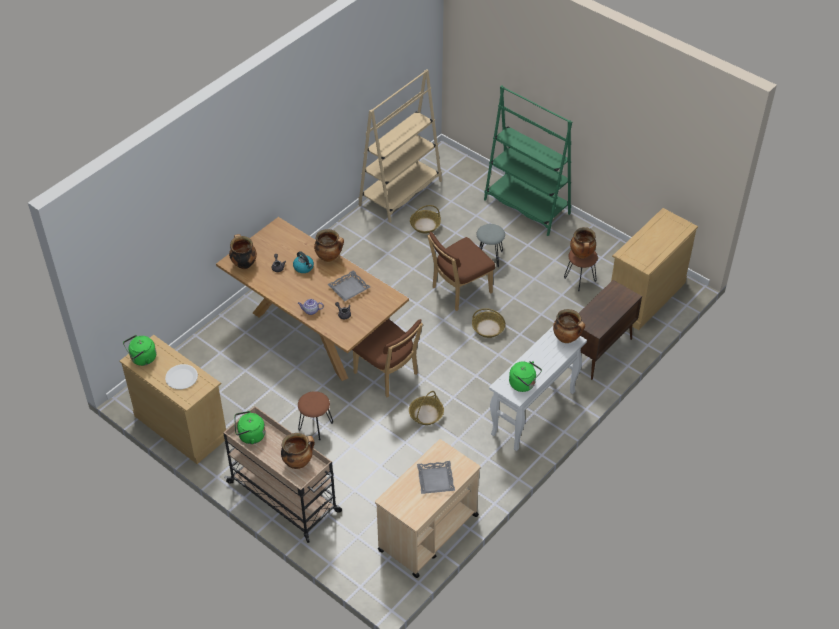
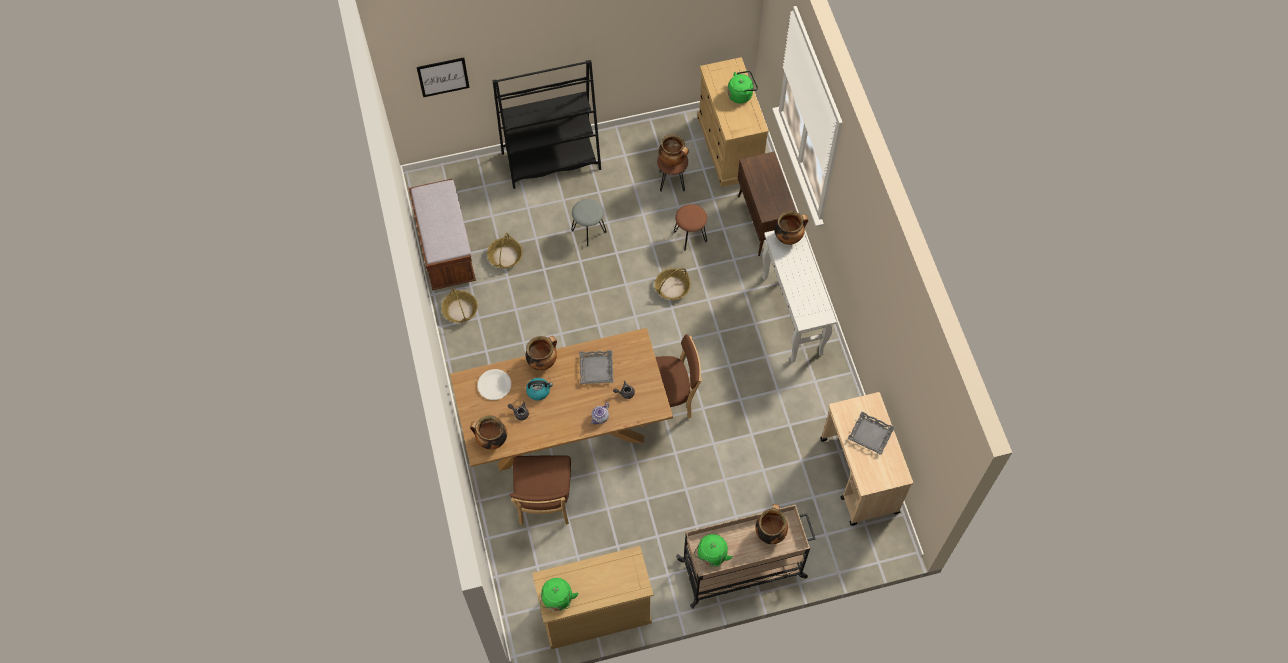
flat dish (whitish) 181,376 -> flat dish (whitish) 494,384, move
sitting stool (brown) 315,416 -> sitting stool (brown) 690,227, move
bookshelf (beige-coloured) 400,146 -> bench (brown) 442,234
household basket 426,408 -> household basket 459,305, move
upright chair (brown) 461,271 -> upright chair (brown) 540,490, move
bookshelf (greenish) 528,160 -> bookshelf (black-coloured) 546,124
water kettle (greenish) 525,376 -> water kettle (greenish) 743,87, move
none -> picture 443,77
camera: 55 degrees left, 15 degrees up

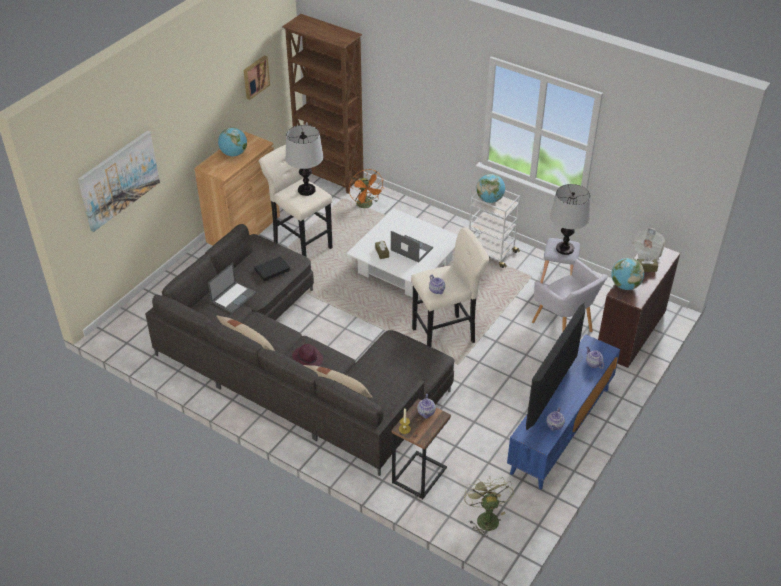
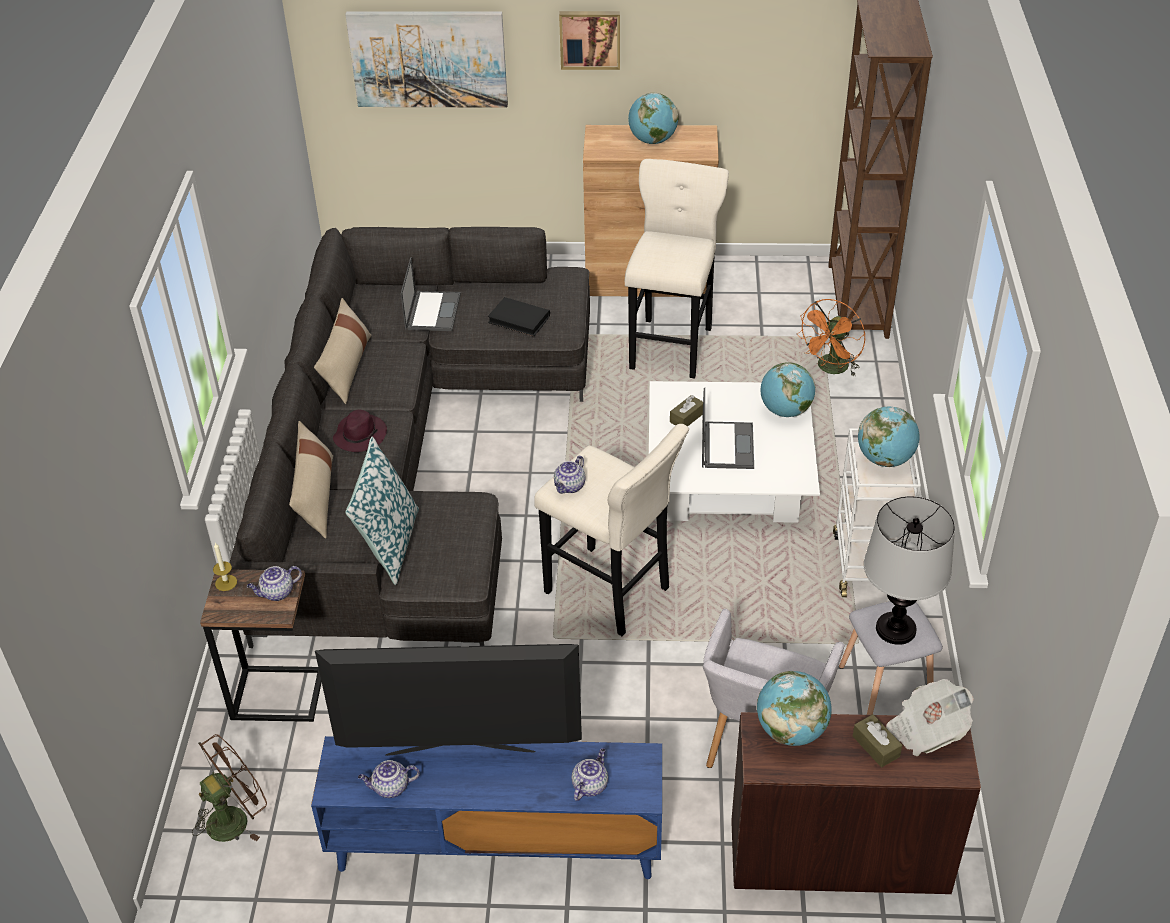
laptop 232,288 -> laptop 431,294, 90 degrees counterclockwise
picture 257,77 -> picture 589,40, move
tabletop lamp 304,160 -> none
cooling fan (greenish) 489,506 -> cooling fan (brown) 229,788
none -> pillow 382,511
none -> desk globe 788,389
camera: 60 degrees right, 0 degrees up

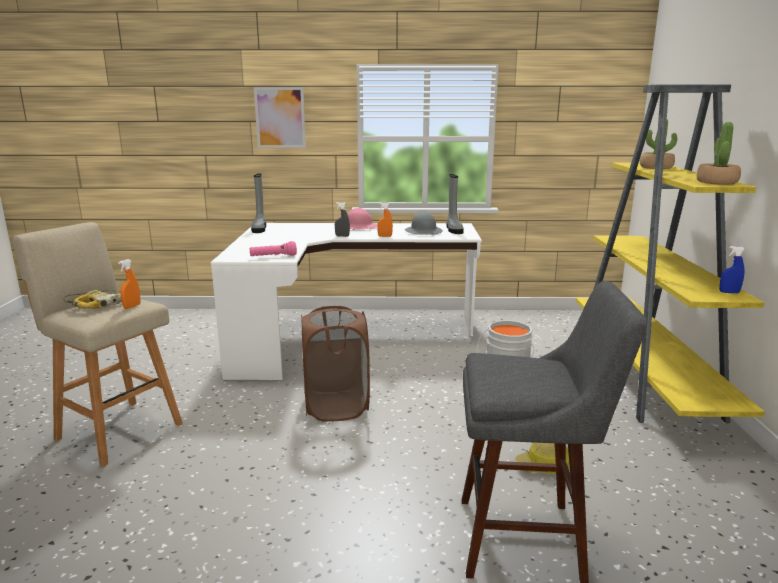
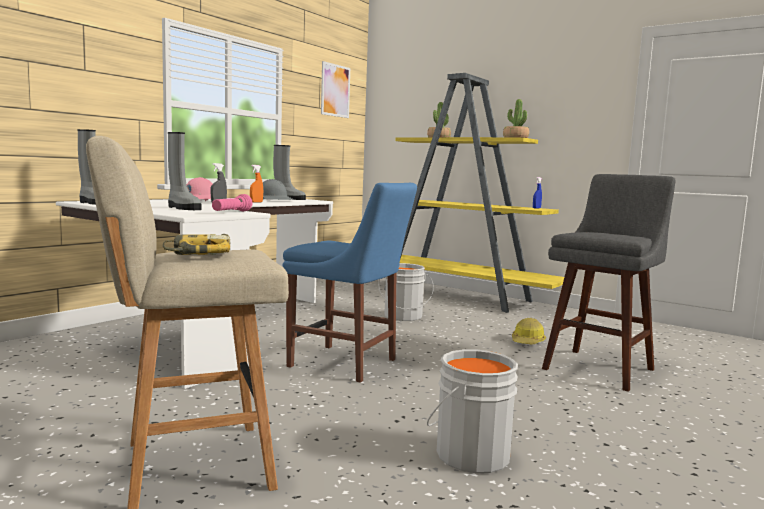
spray bottle (orange-coloured) 129,284 -> none
picture 280,117 -> picture 335,89, move
washing basket (brown) 335,364 -> upright chair (bluish) 350,283
none -> tall boot (grey) 185,171
none -> water bucket (grey) 472,411
camera: 55 degrees left, 10 degrees down

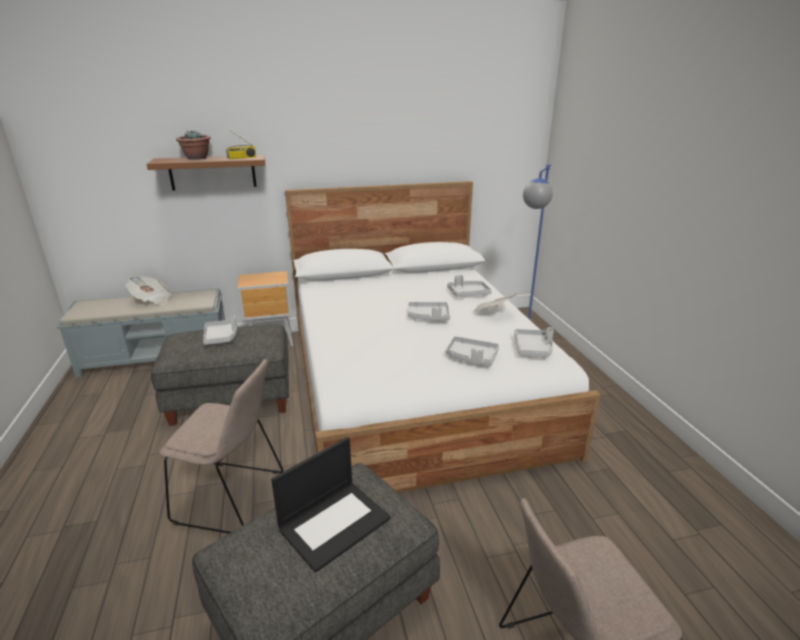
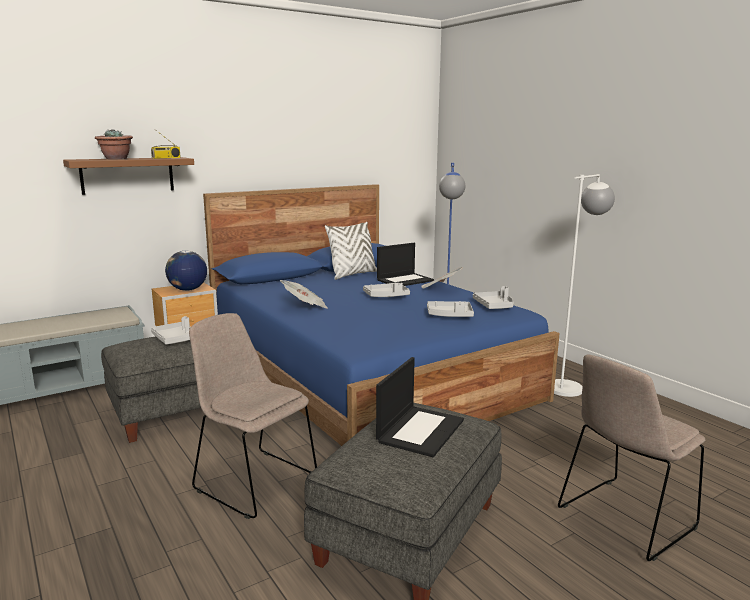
newspaper 148,290 -> newspaper 304,294, move
upright chair (beige-coloured) 221,446 -> upright chair (beige-coloured) 253,416, 135 degrees counterclockwise
bed (whitish) 443,337 -> bed (bluish) 381,315
tray (grey) 469,286 -> laptop 405,264
none -> desk globe 186,271
none -> pillow (whitish) 351,251
none -> floor lamp (whitish) 584,285
camera: 20 degrees left, 10 degrees down

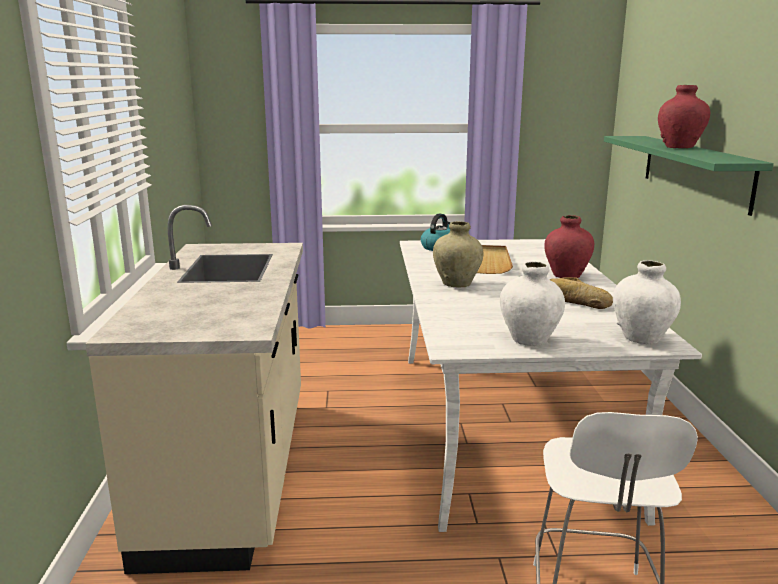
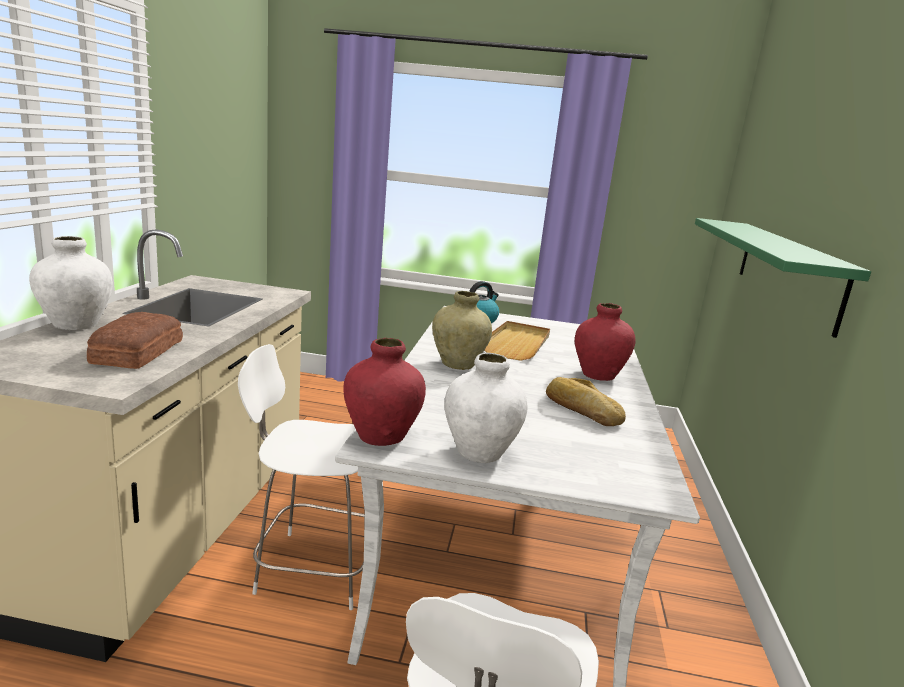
decorative vase (whitish) 647,302 -> decorative vase (whitish) 71,283, move
decorative vase (red-coloured) 684,116 -> decorative vase (red-coloured) 384,392, move
none -> bakery bread 135,340
none -> upright chair (whitish) 301,477
camera: 10 degrees right, 0 degrees up

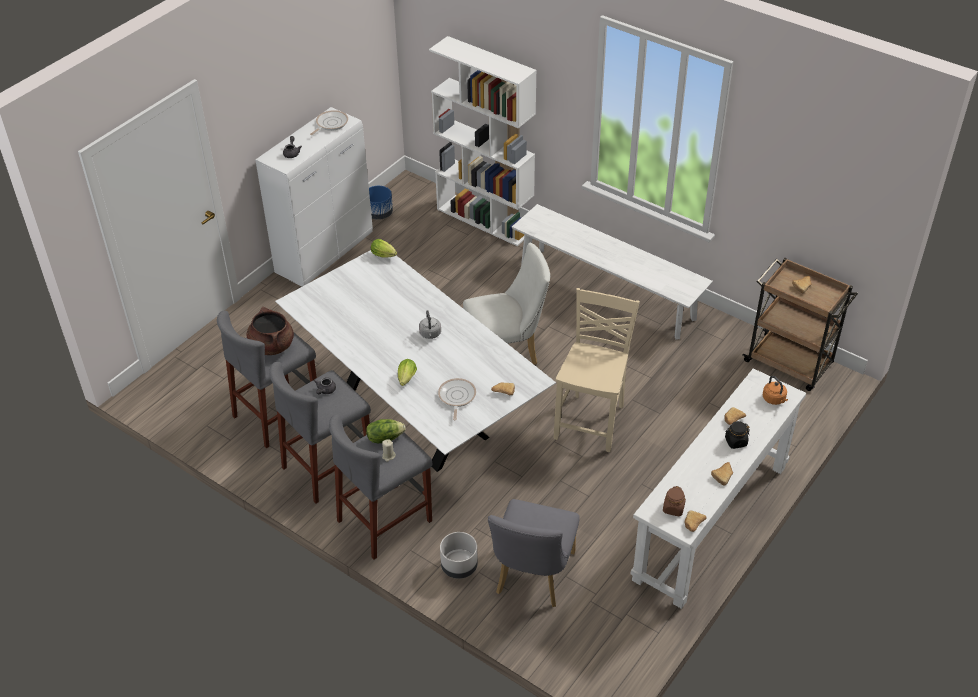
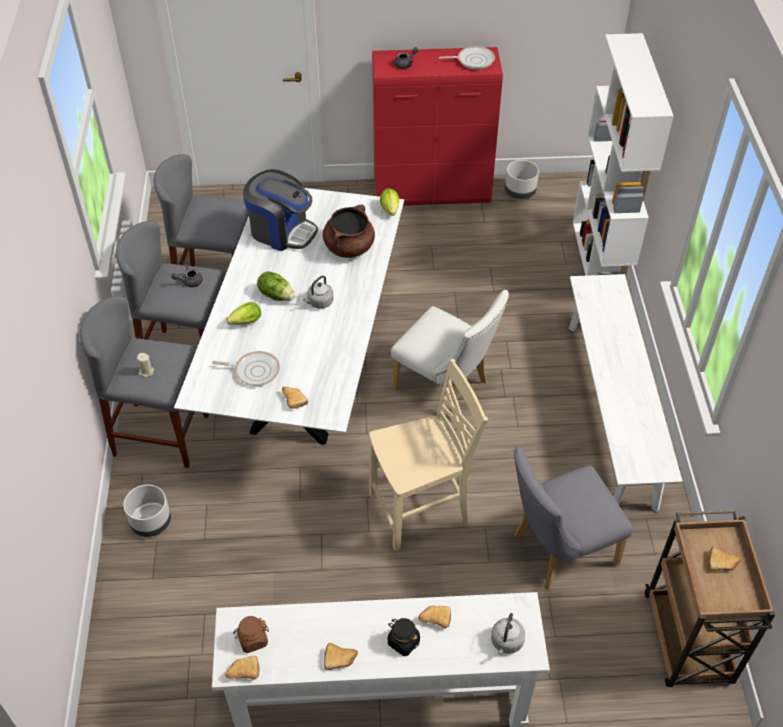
cooking pot (brown) 270,331 -> cooking pot (brown) 349,231, move
cupboard (whitish) 314,196 -> cupboard (red-coloured) 437,126
lettuce head 386,431 -> lettuce head 276,286, move
plant pot (bluish) 381,203 -> plant pot (grey) 522,179
skillet 457,399 -> skillet 246,368, 45 degrees clockwise
upright chair (grey) 534,553 -> upright chair (grey) 573,518, move
water kettle (orange-coloured) 775,390 -> water kettle (grey) 508,634
none -> coffee maker 280,210
camera: 50 degrees right, 5 degrees up

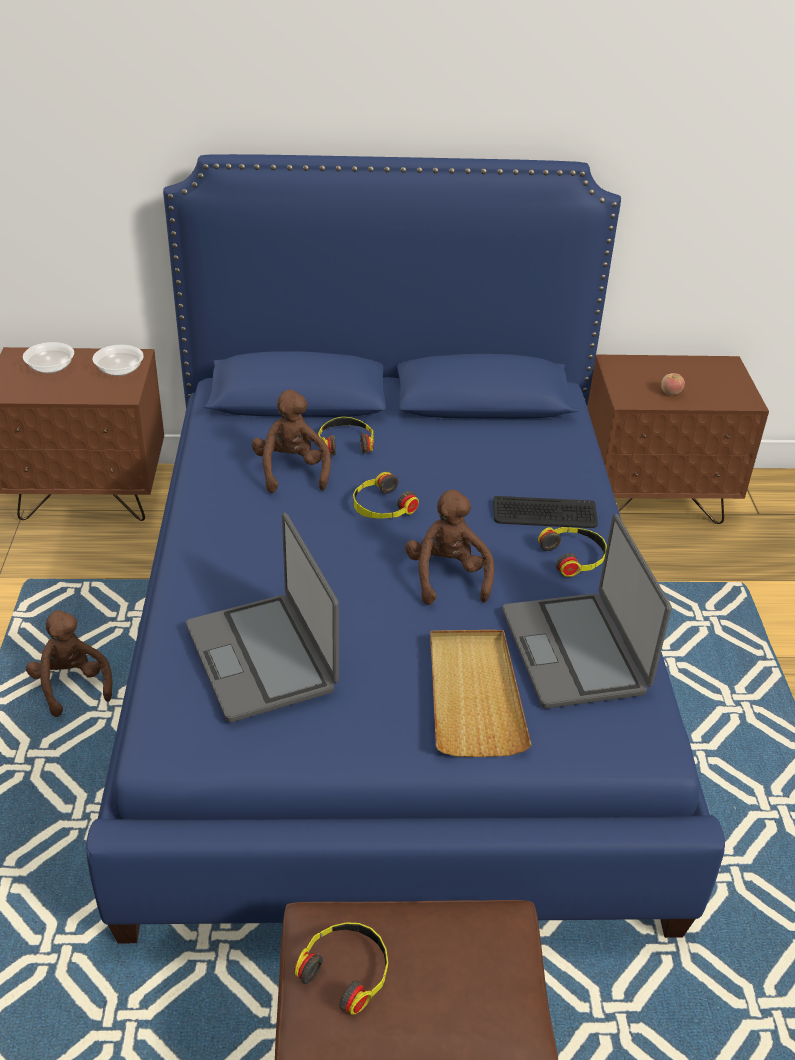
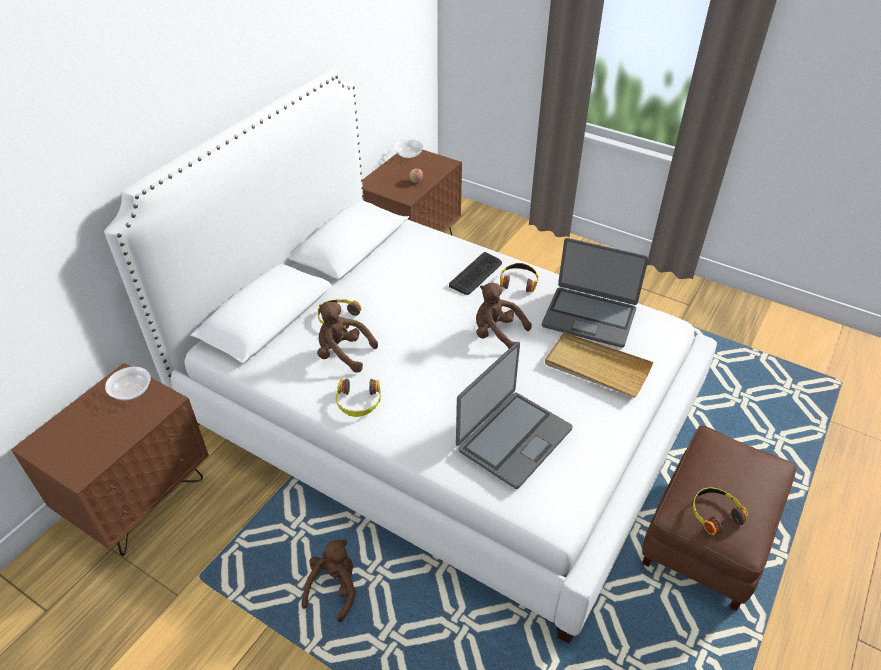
bowl 48,358 -> bowl 409,148, move
plush toy (brown) 69,663 -> plush toy (brown) 329,581, 105 degrees clockwise
bed (bluish) 405,548 -> bed (whitish) 410,356
laptop 262,617 -> laptop 514,415, 60 degrees counterclockwise
headphones 386,495 -> headphones 358,398, move
camera: 55 degrees left, 5 degrees up

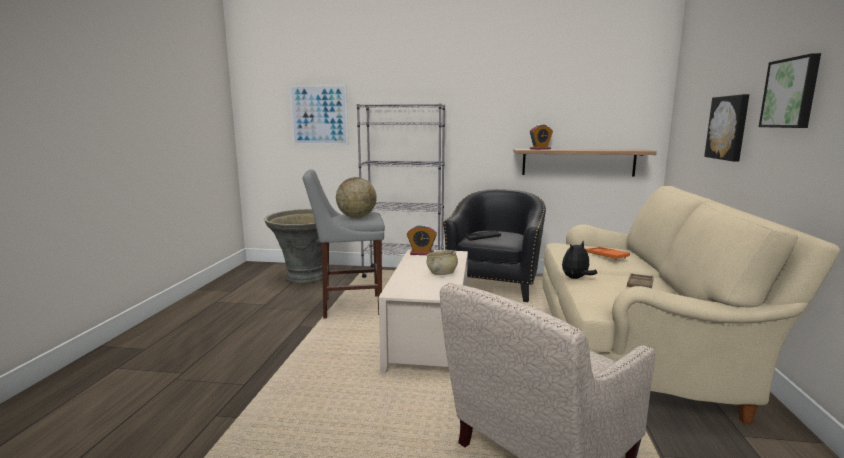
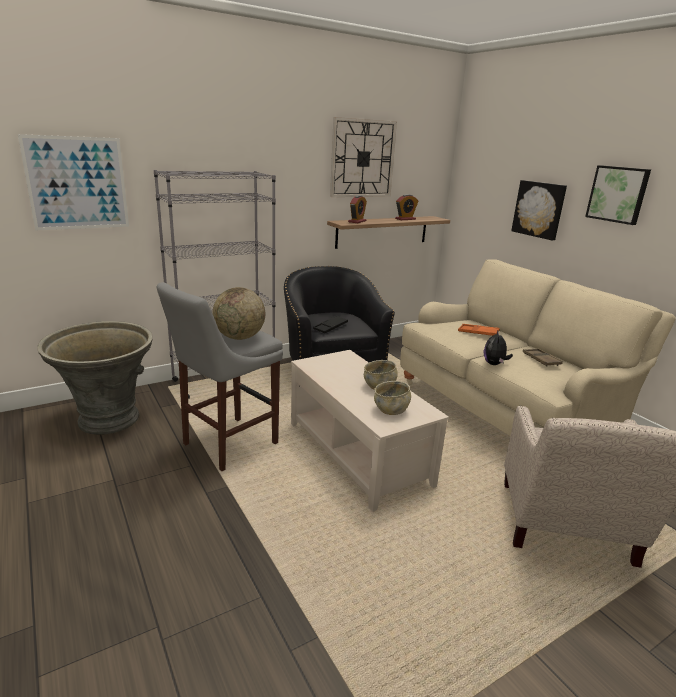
alarm clock 422,240 -> alarm clock 406,207, move
none -> hanging clock 363,157
none -> bowl (beige-coloured) 392,398
camera: 40 degrees left, 10 degrees up

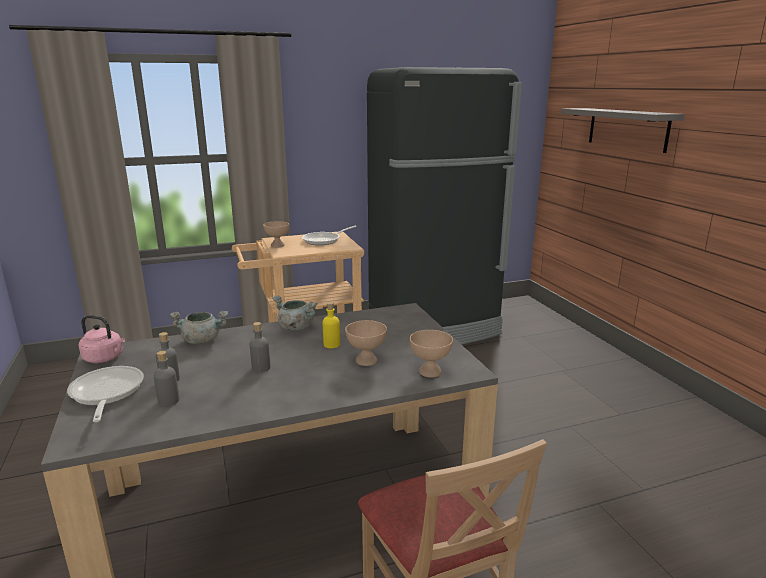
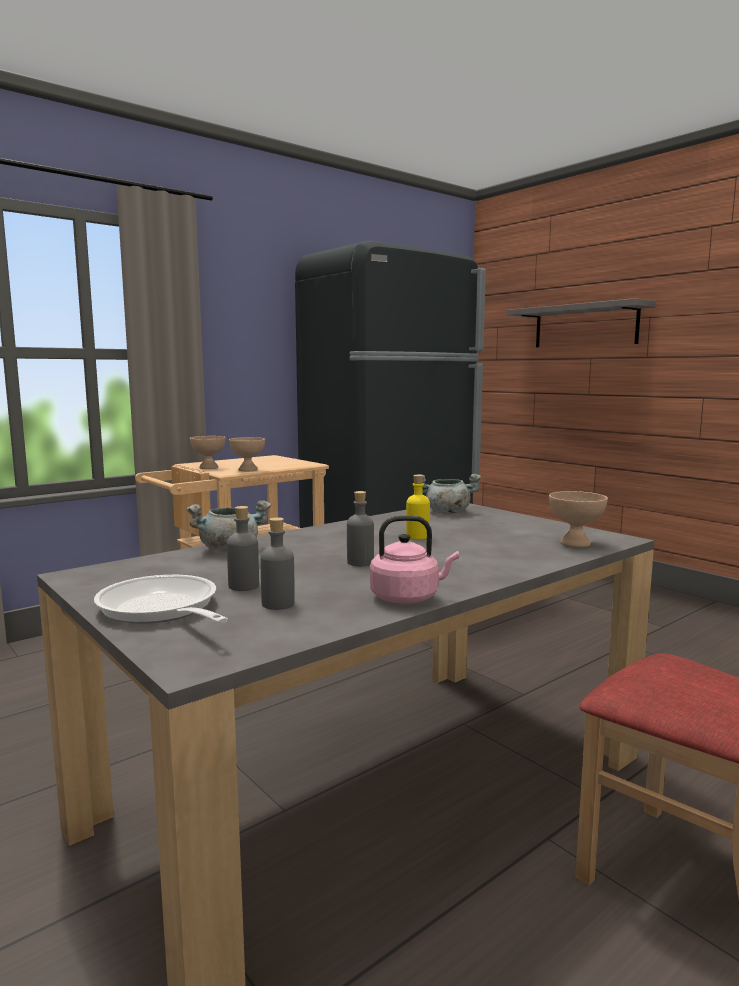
water kettle (pink-coloured) 101,339 -> water kettle (pink-coloured) 414,560, move
cooking pot (grey) 295,313 -> cooking pot (grey) 450,494, move
skillet 329,235 -> none
bowl (beige-coloured) 366,343 -> bowl (beige-coloured) 247,454, move
camera: 20 degrees left, 10 degrees down

